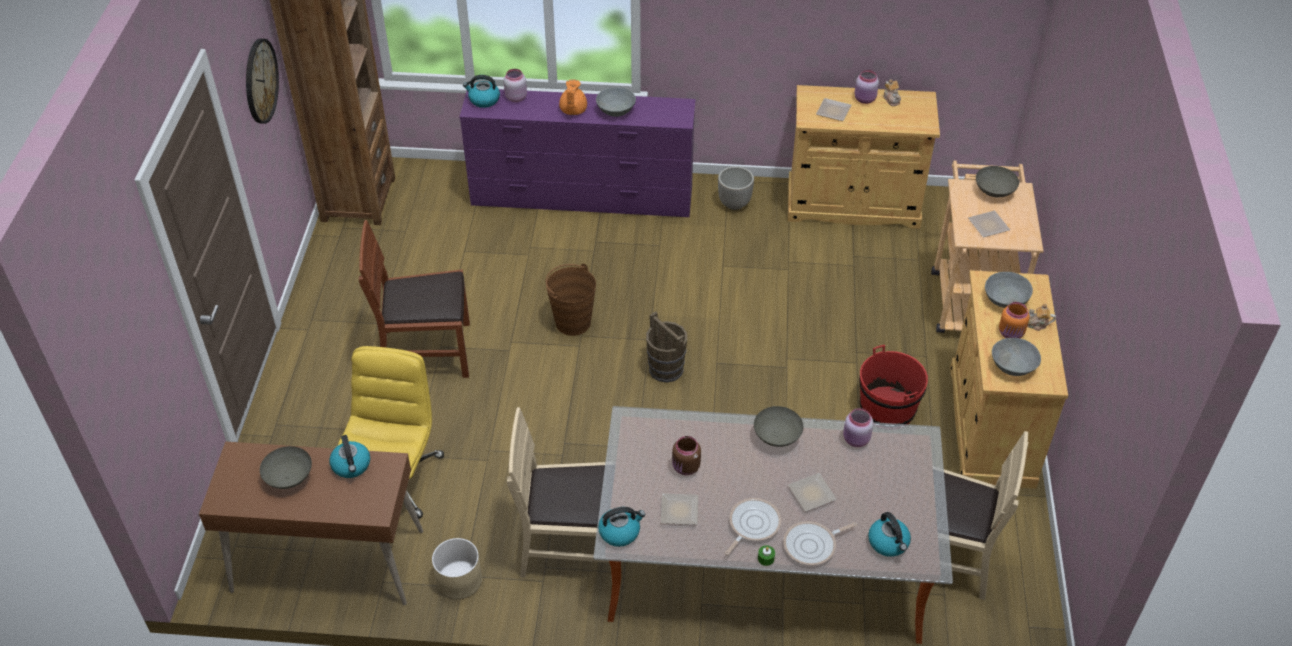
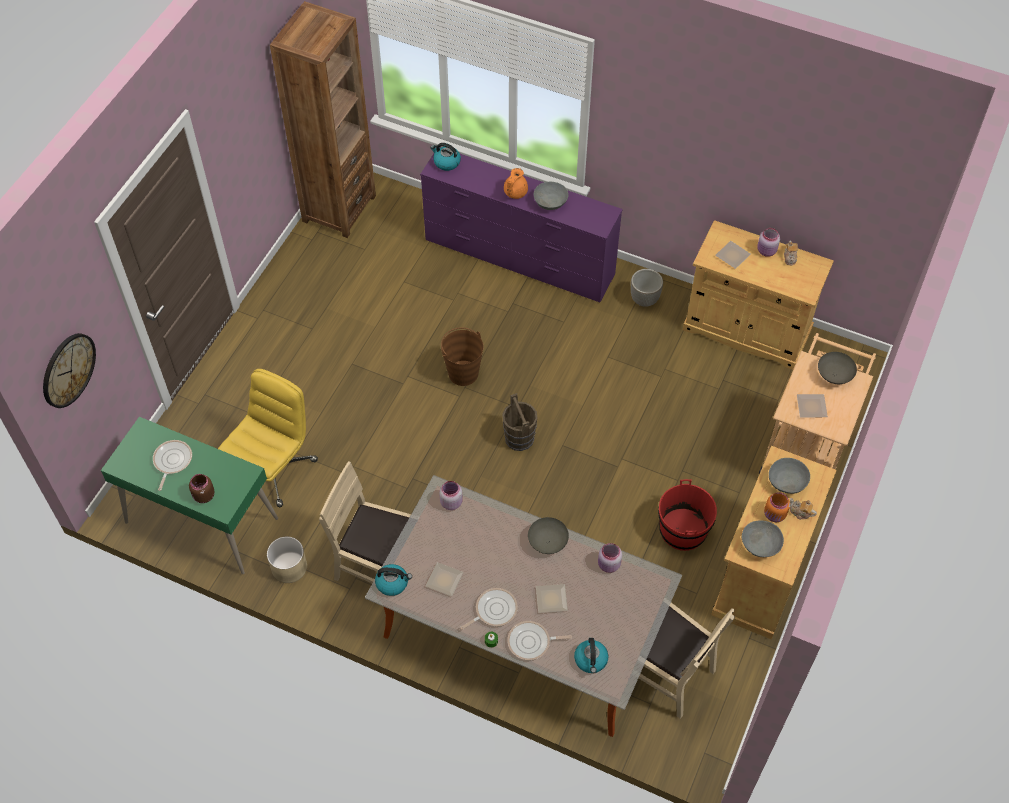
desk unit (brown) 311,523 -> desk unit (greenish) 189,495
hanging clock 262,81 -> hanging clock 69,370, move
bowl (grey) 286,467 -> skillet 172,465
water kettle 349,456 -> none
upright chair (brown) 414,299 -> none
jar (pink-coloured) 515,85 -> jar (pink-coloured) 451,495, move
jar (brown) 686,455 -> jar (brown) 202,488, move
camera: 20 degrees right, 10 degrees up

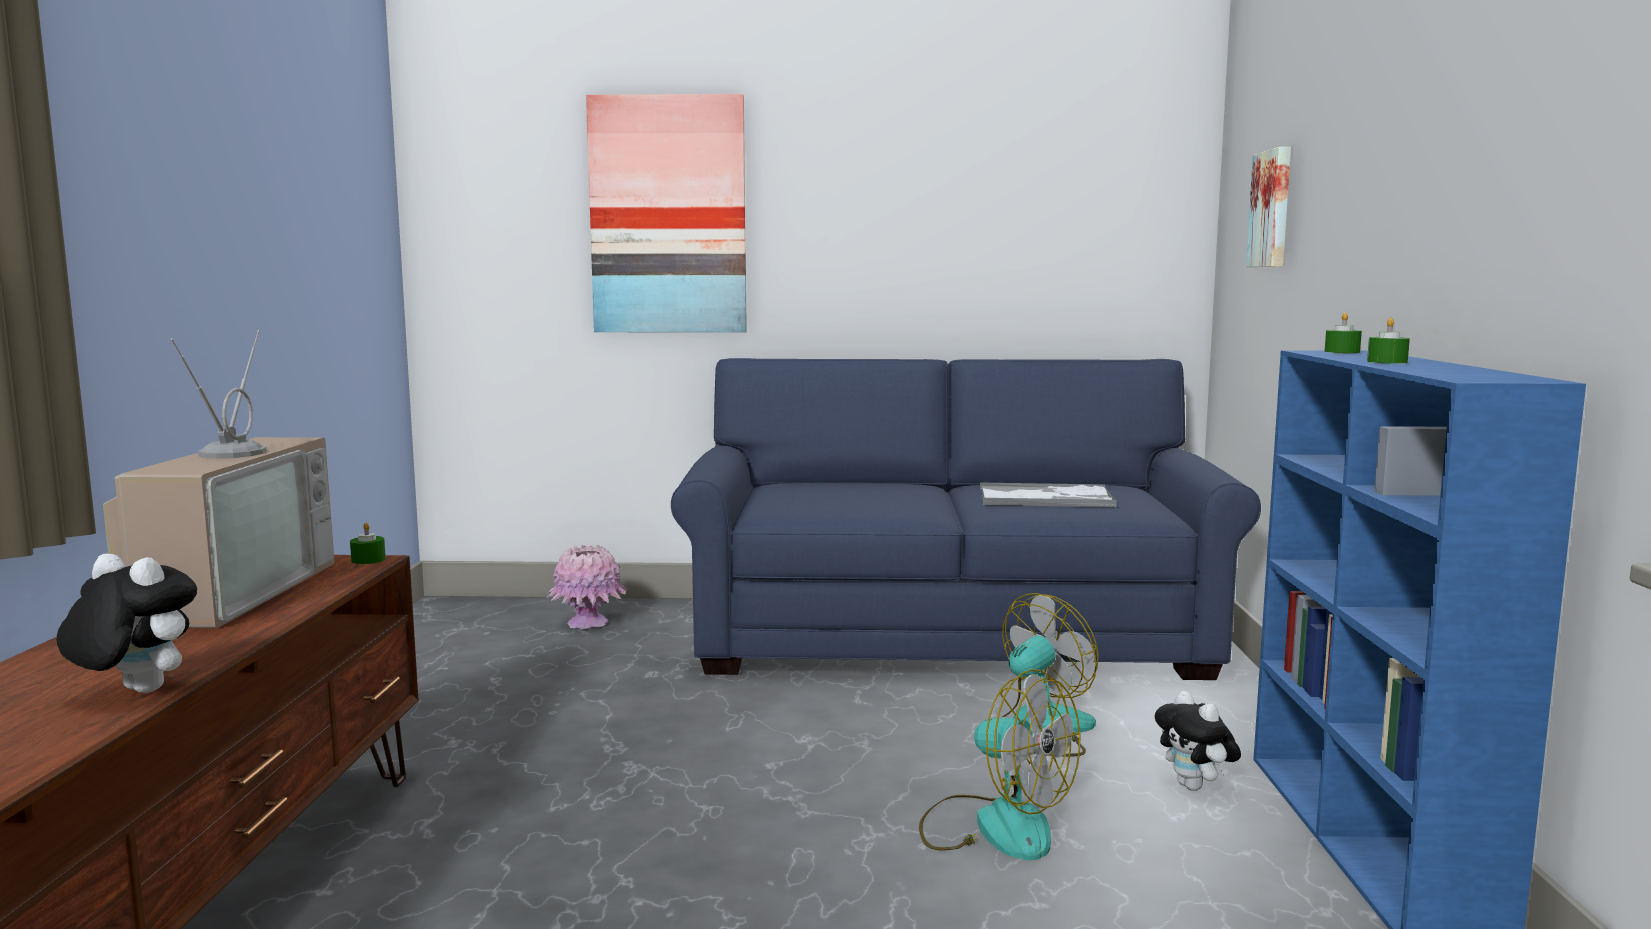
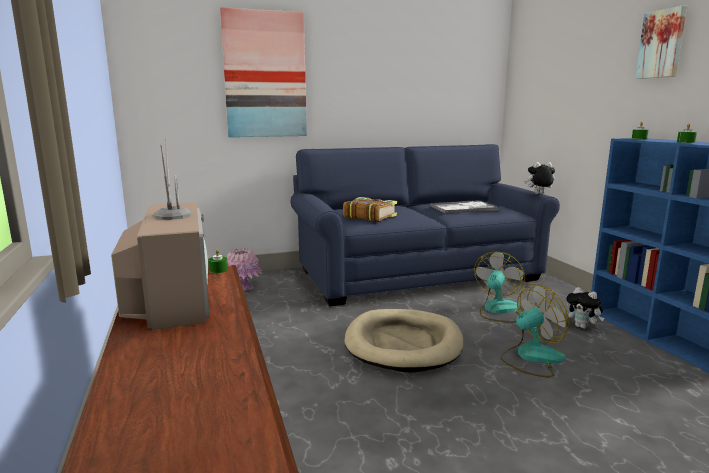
plush toy 126,623 -> plush toy 539,178, move
cooling fan 999,764 -> cooling fan 534,330, 45 degrees counterclockwise
picture 1268,207 -> picture 661,42, move
none -> volume 370,209
none -> dog bed (beige-coloured) 403,340
camera: 20 degrees left, 5 degrees up

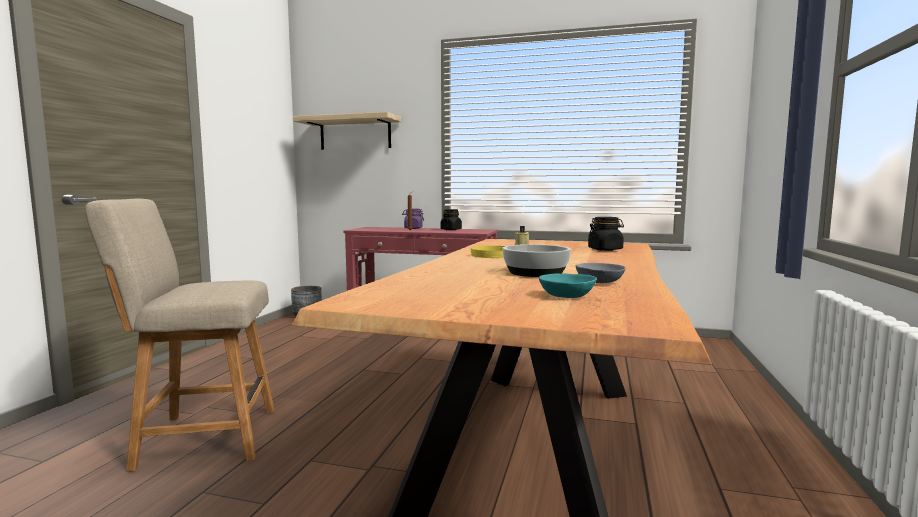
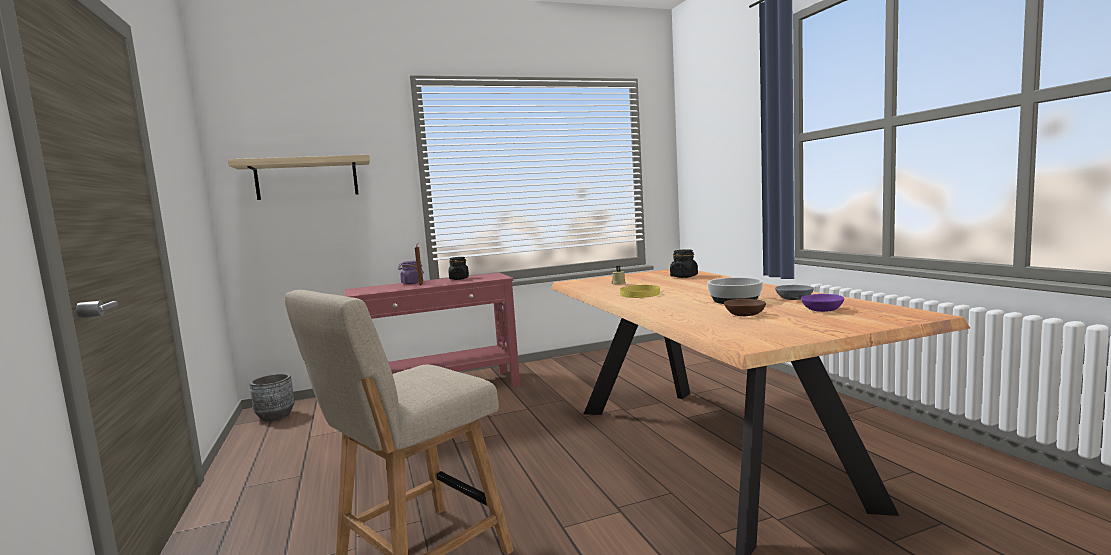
bowl (turquoise-coloured) 568,285 -> bowl (purple) 822,303
none -> bowl (brown) 745,307
camera: 35 degrees left, 0 degrees up

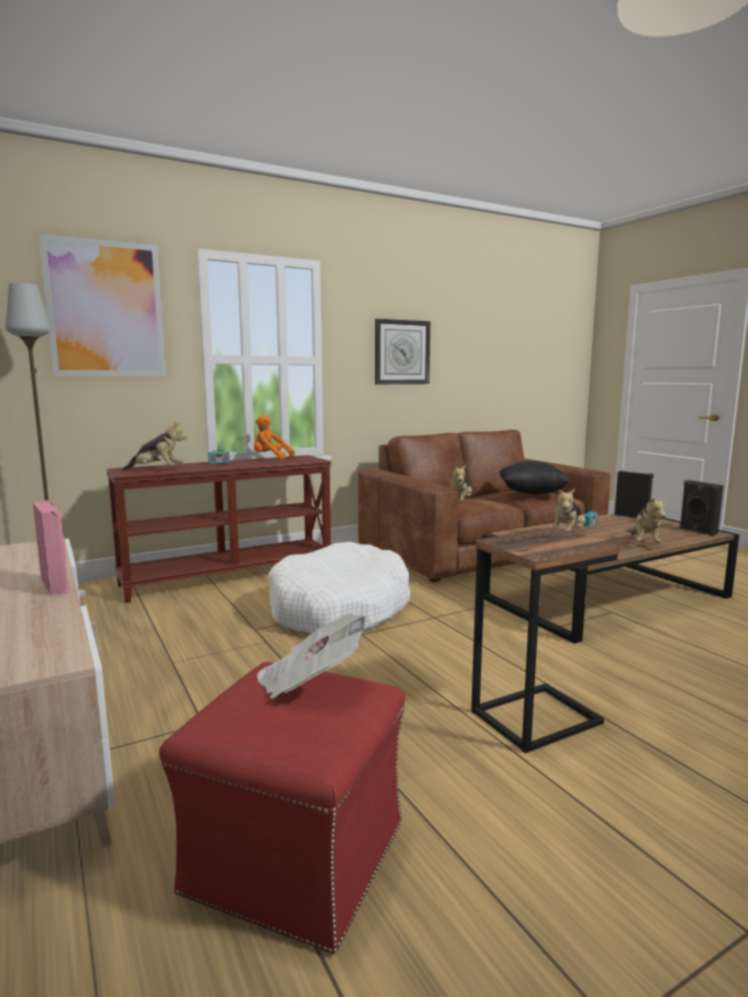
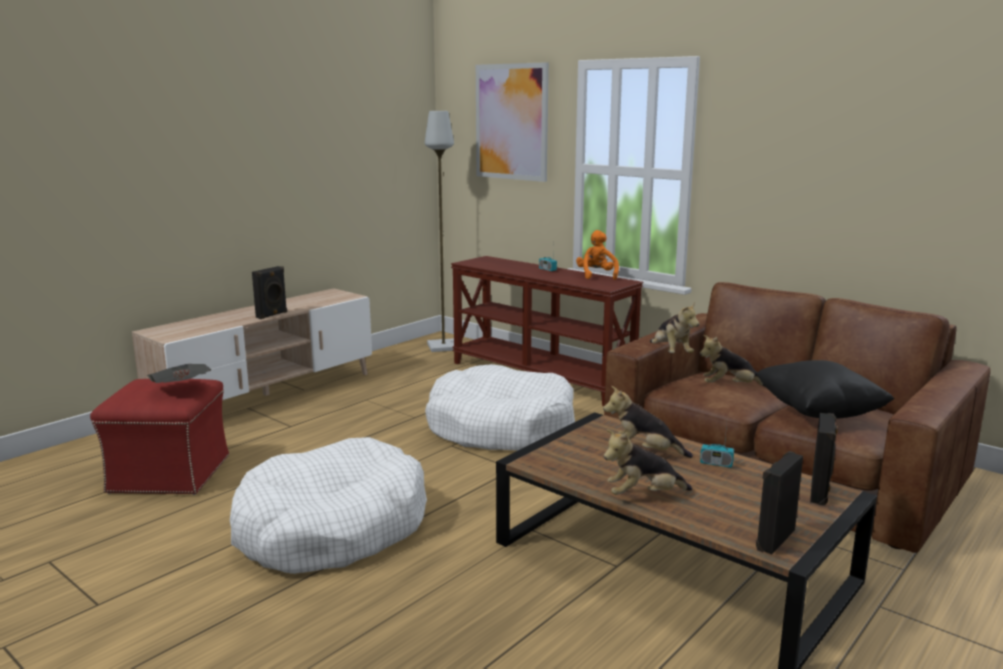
loudspeaker (pink-coloured) 51,547 -> loudspeaker (black-coloured) 269,292
plush toy 154,446 -> plush toy 674,327, move
hanging clock 402,351 -> none
side table 545,640 -> dog bed (whitish) 328,505
camera: 70 degrees right, 5 degrees up

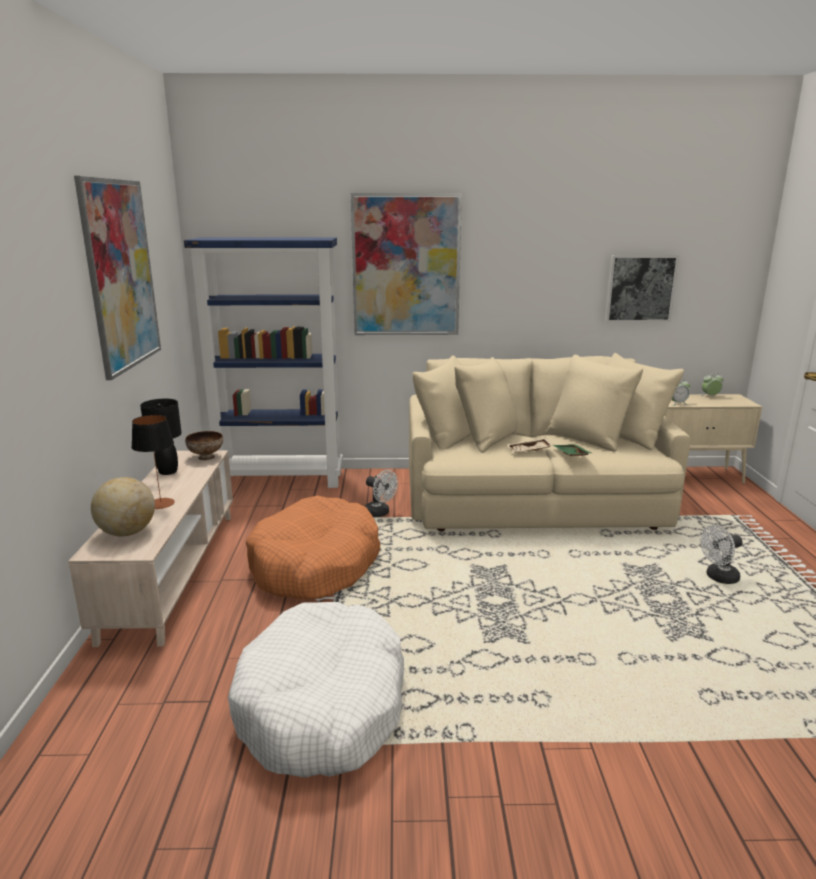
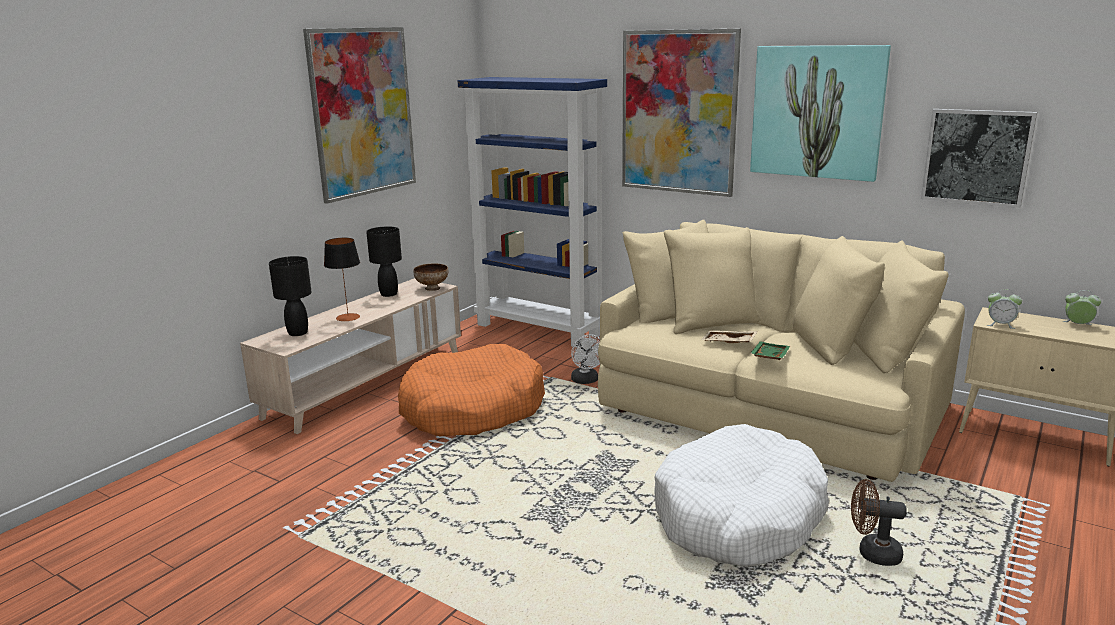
desk globe 123,506 -> tabletop lamp (black-coloured) 290,296
dog bed (whitish) 316,690 -> dog bed (whitish) 741,495, move
cooling fan (whitish) 721,554 -> cooling fan (brown) 879,522
none -> picture 820,113
camera: 35 degrees right, 0 degrees up

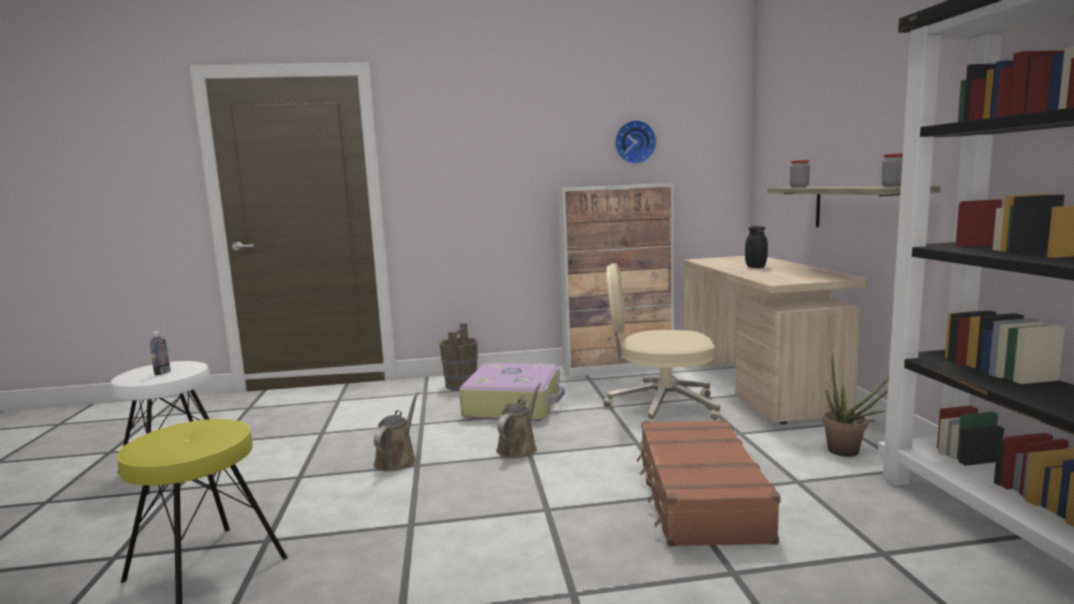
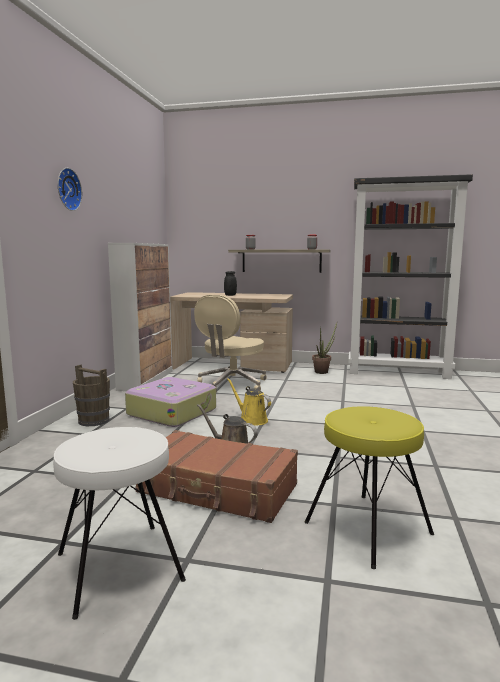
beverage bottle 160,353 -> none
watering can (brown) 518,420 -> watering can (yellow) 249,402
hanging clock 636,142 -> hanging clock 70,189, move
travel case (brown) 709,483 -> travel case (brown) 216,476, move
camera: 70 degrees left, 0 degrees up

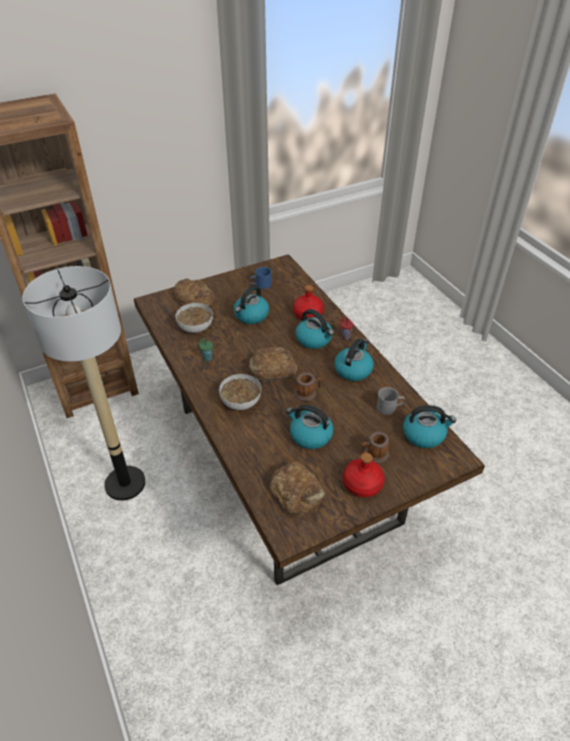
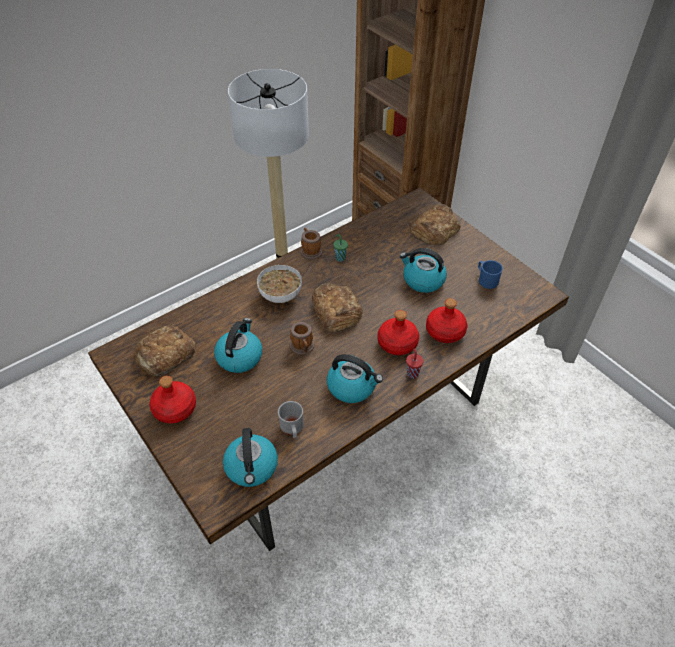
bowl 194,318 -> none
water kettle 314,329 -> beverage bottle (red-coloured) 398,332
mug 375,447 -> mug 311,244, move
camera: 80 degrees right, 5 degrees up

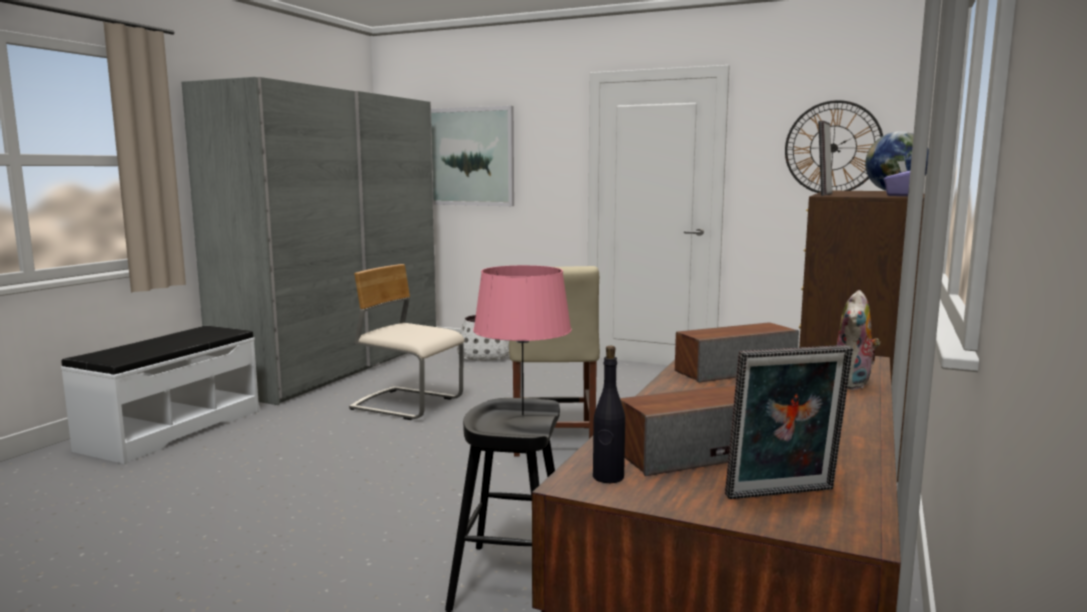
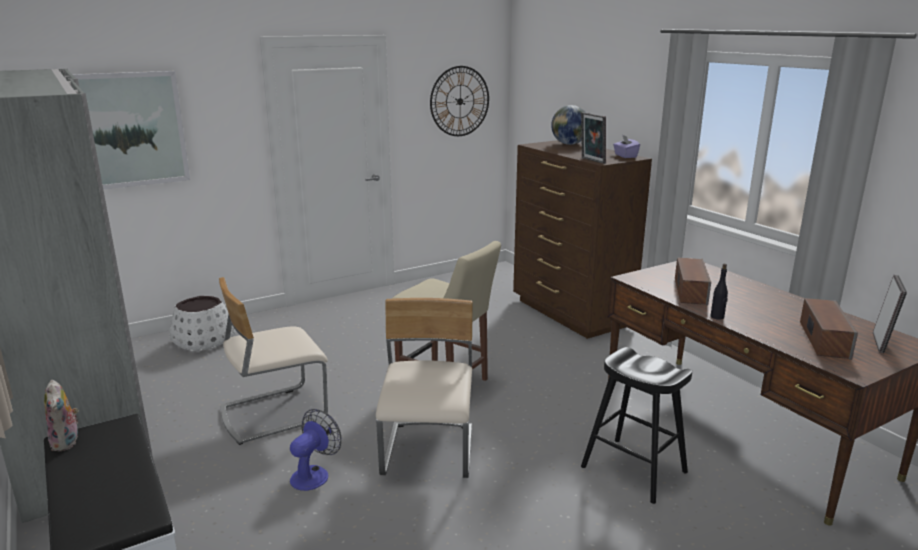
tabletop lamp (pink-coloured) 522,340 -> none
beverage bottle (black-coloured) 609,414 -> beverage bottle (black-coloured) 719,292, move
plush toy 858,340 -> plush toy 61,415, move
none -> cooling fan 315,450
none -> upright chair (beige-coloured) 424,388
camera: 55 degrees left, 10 degrees up

